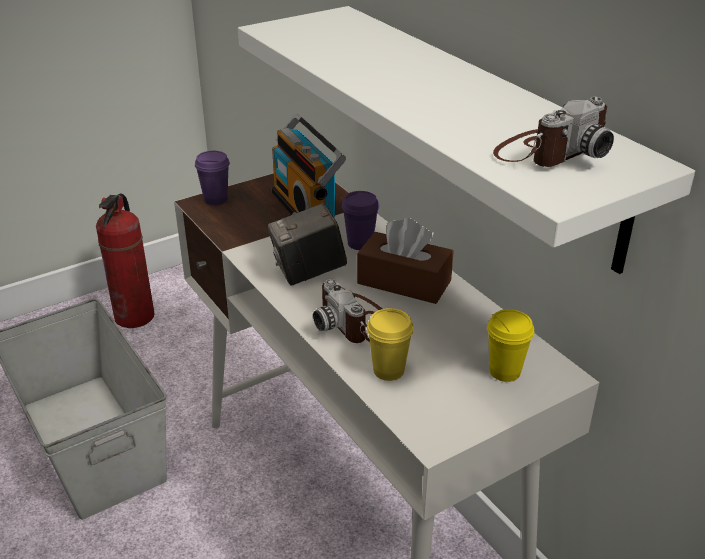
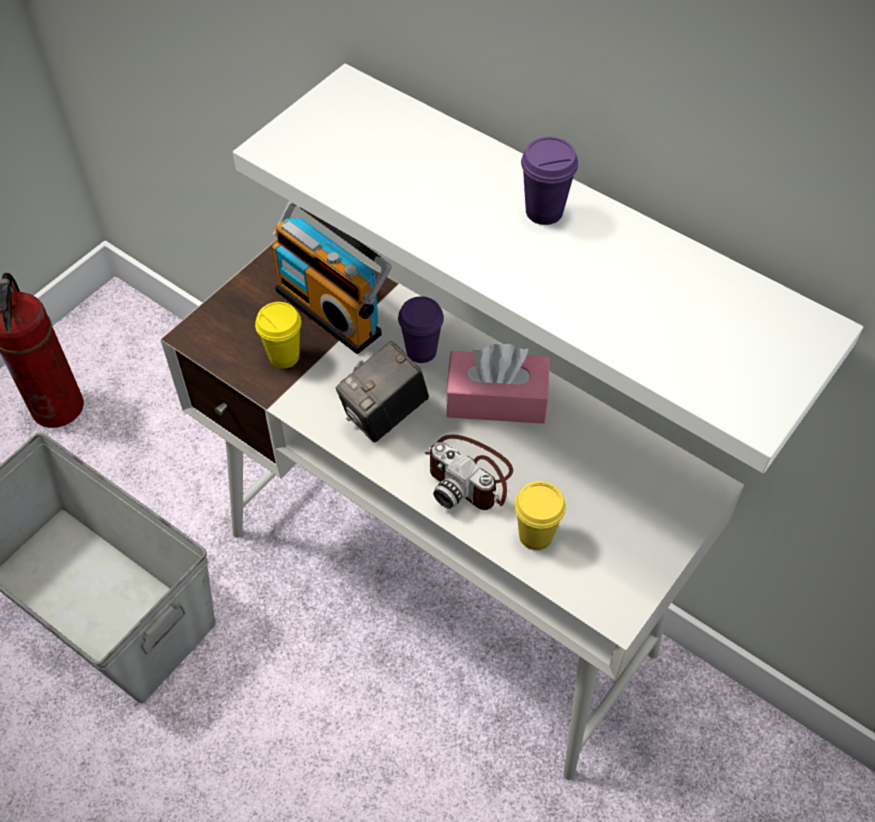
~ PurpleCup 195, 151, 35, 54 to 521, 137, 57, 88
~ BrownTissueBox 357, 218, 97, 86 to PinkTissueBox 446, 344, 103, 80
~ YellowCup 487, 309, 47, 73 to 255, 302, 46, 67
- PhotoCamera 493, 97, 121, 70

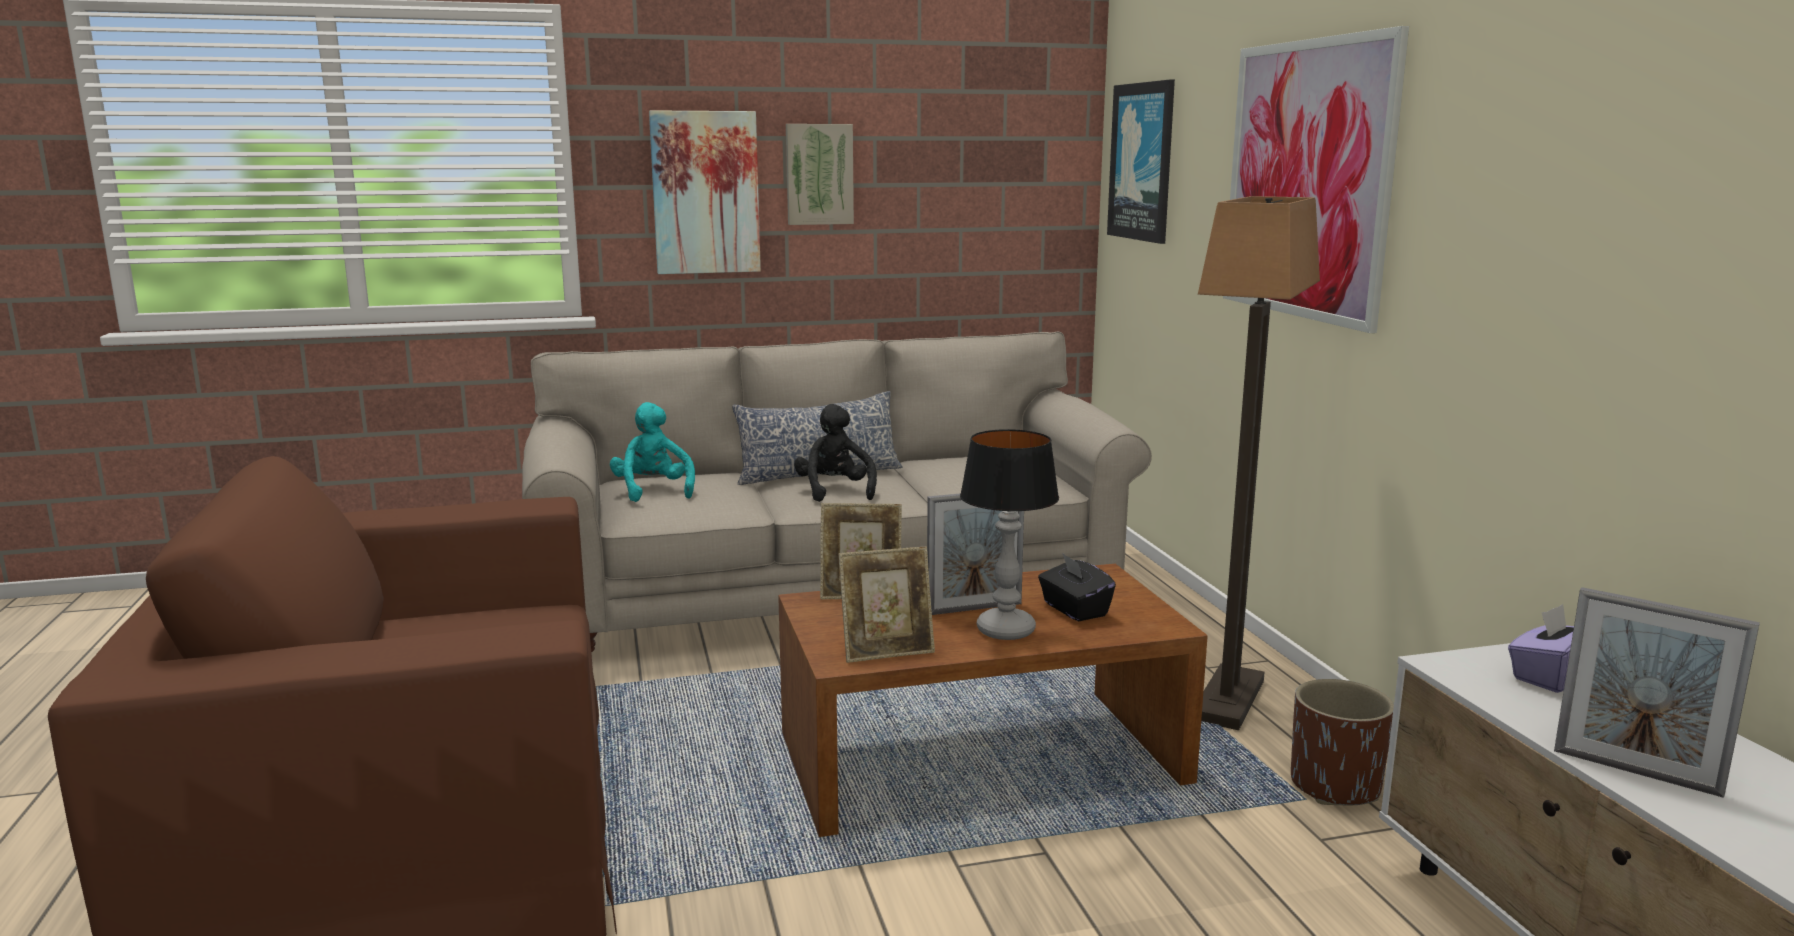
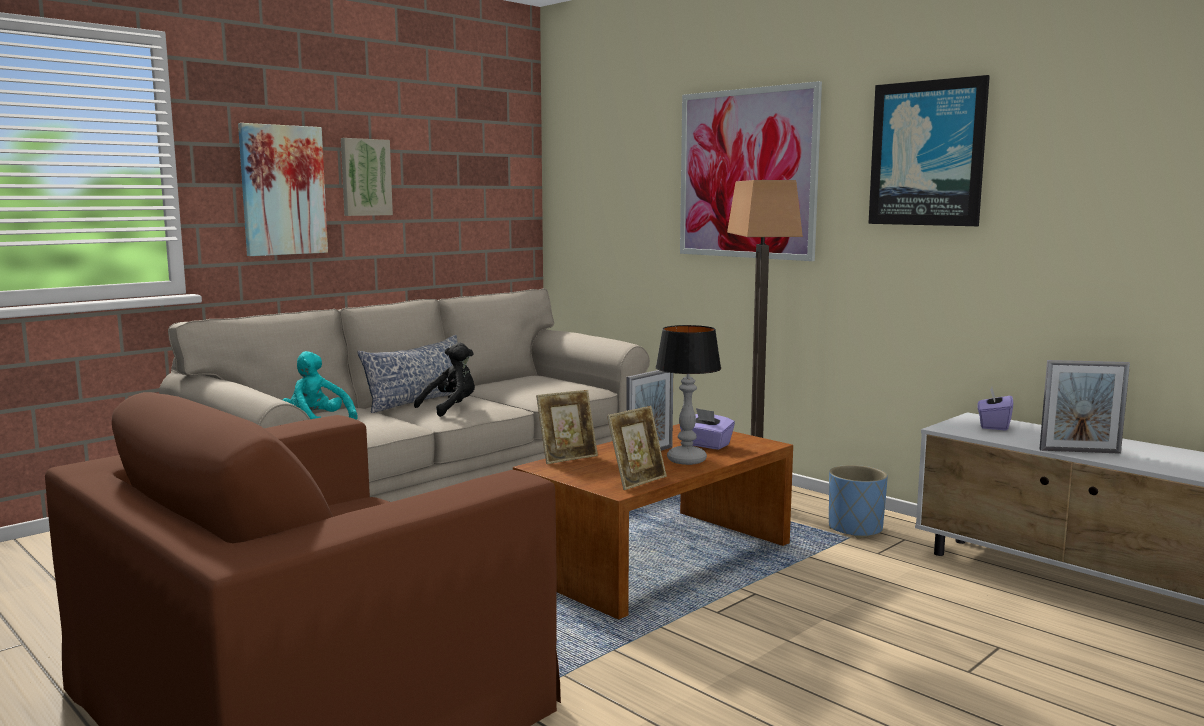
~ BlackPlushToy 794, 404, 83, 98 = 414, 343, 61, 74 90 degrees clockwise
~ BlackTissueBox 1038, 554, 78, 68 to PurpleTissueBox 680, 408, 55, 42
~ Picture 1107, 79, 68, 165 to 868, 75, 122, 151
~ BrownPlanter 1291, 679, 103, 126 to BluePlanter 829, 465, 59, 73

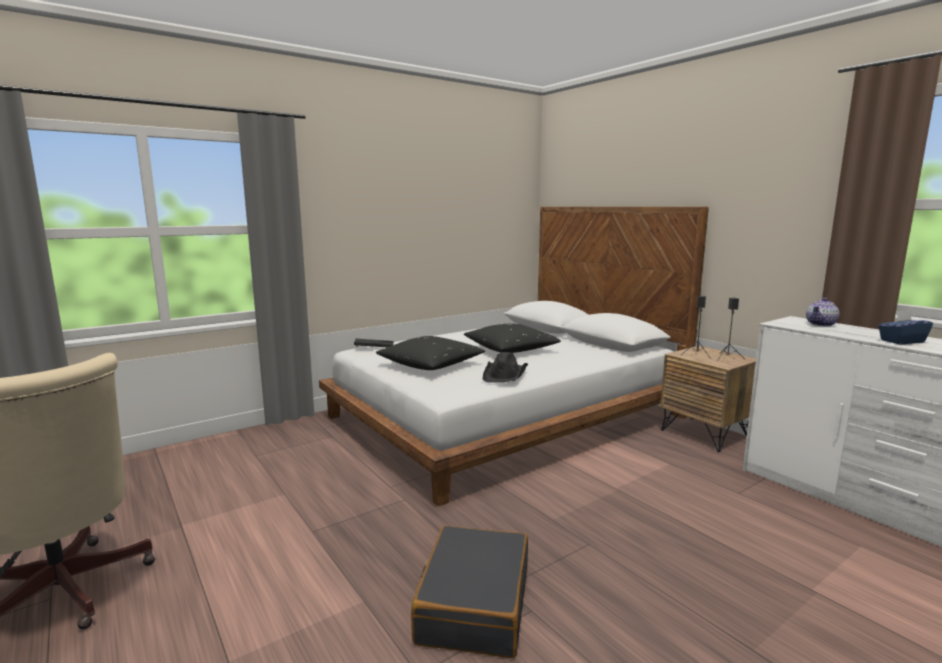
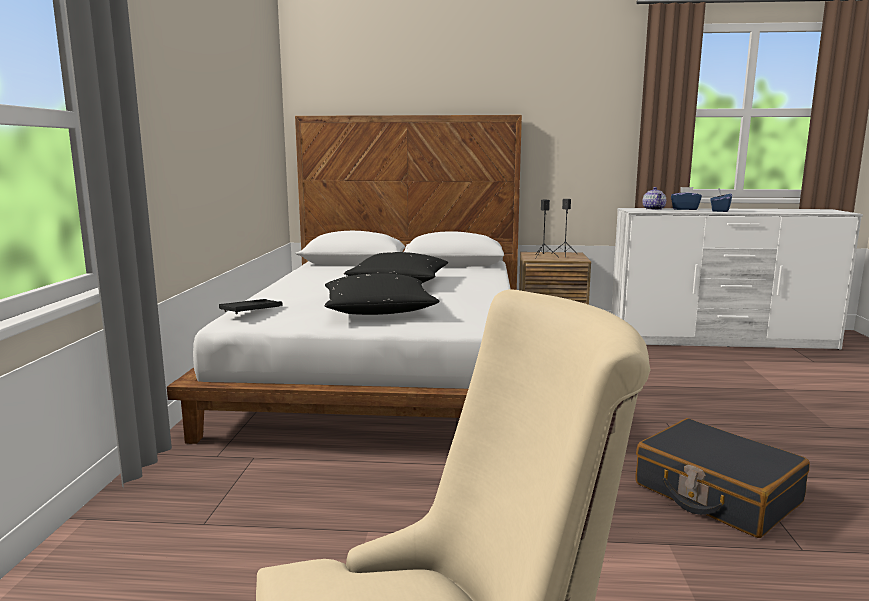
- BlackHat 482, 352, 46, 30
+ BlueTissueBox 671, 187, 31, 23

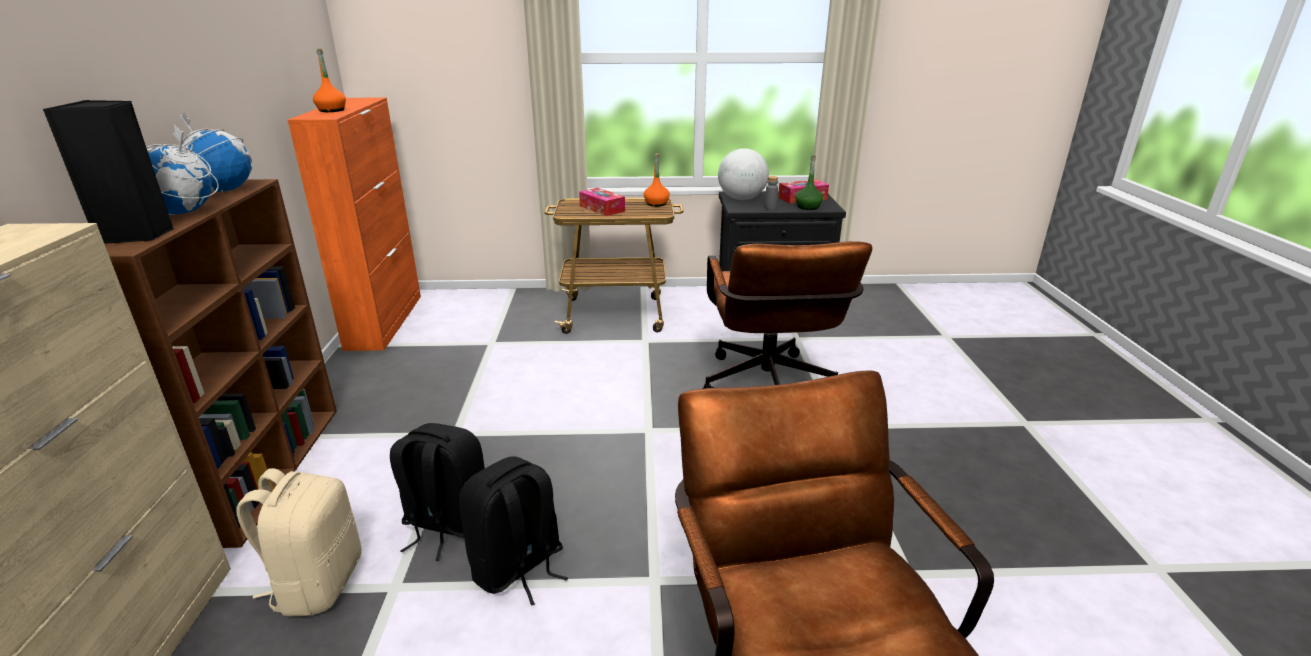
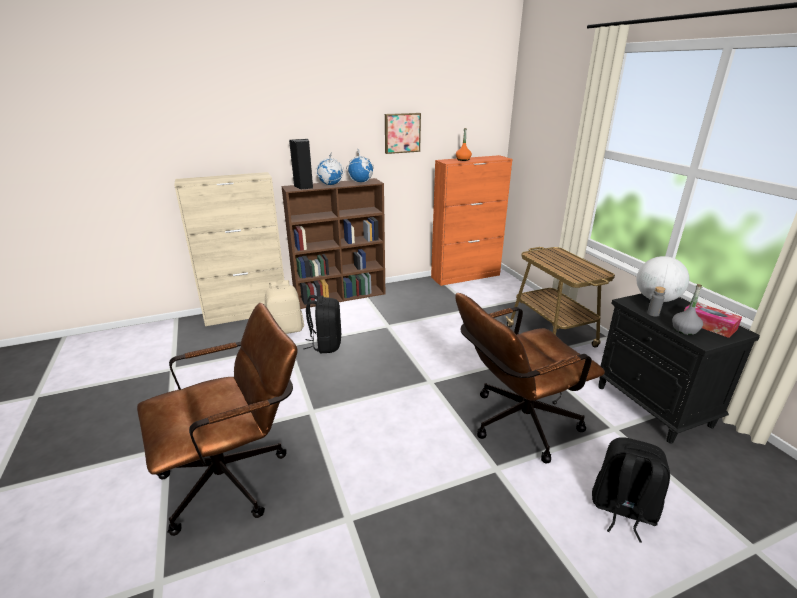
~ BlackBackpack 459, 456, 109, 150 to 592, 438, 78, 104
- TissueBox 579, 188, 46, 28
- OrangeBottle 644, 153, 26, 54
~ GreenBottle 795, 156, 28, 54 to GreyBottle 672, 284, 31, 51
+ Picture 385, 113, 36, 41

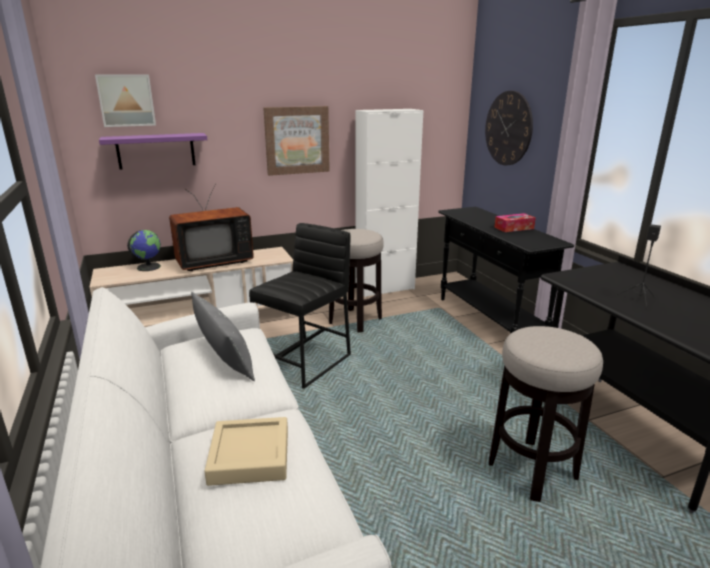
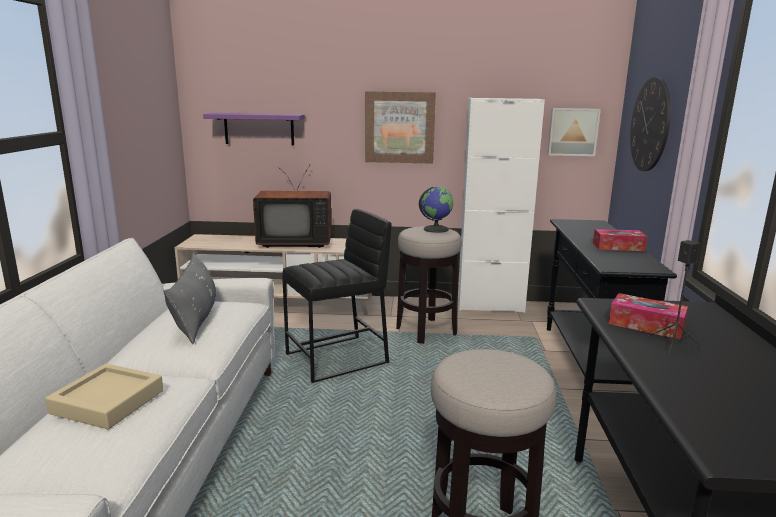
~ Picture 95, 75, 61, 52 to 547, 108, 54, 48
~ Globe 127, 230, 34, 41 to 419, 187, 35, 46
+ TissueBox 609, 293, 79, 46

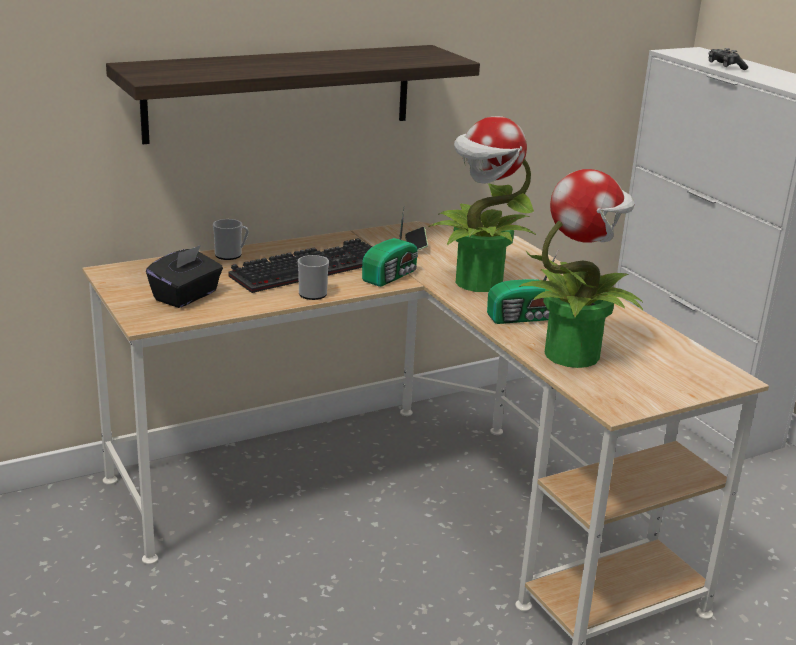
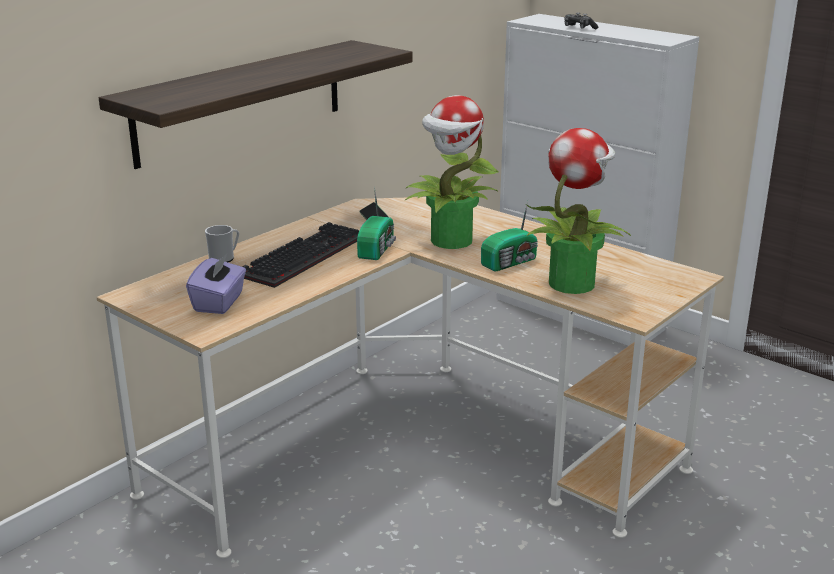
~ BlackTissueBox 146, 245, 77, 63 to PurpleTissueBox 186, 253, 60, 61
- Mug 298, 255, 31, 45

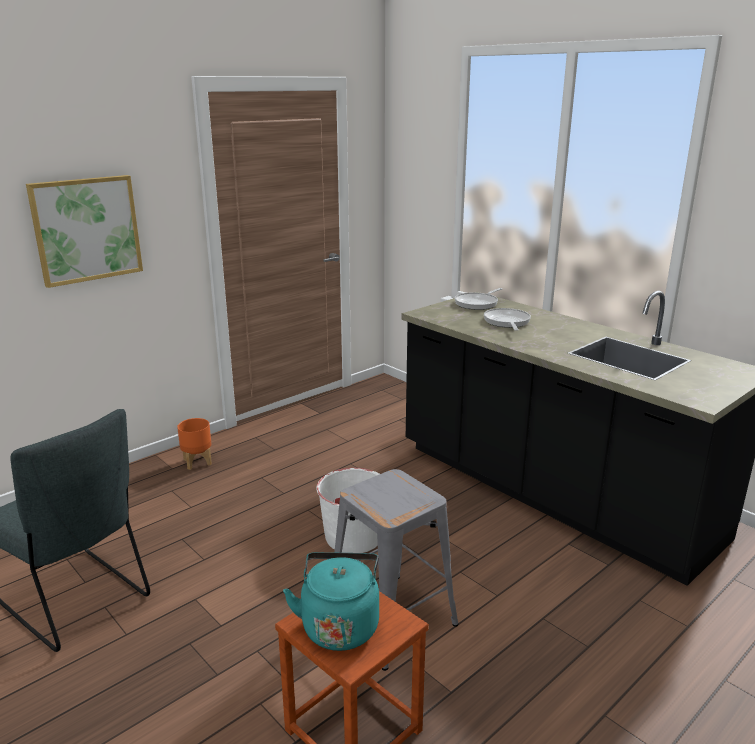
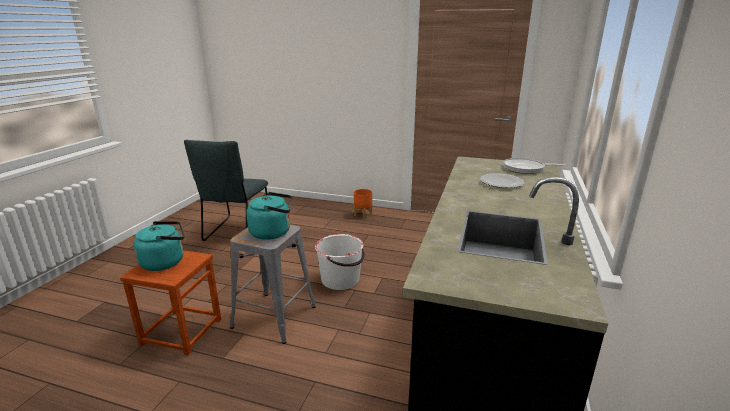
- Picture 26, 175, 117, 113
~ FryingPan 484, 308, 47, 23 to Plate 480, 173, 44, 15
+ TurquoiseKettle 246, 192, 46, 48

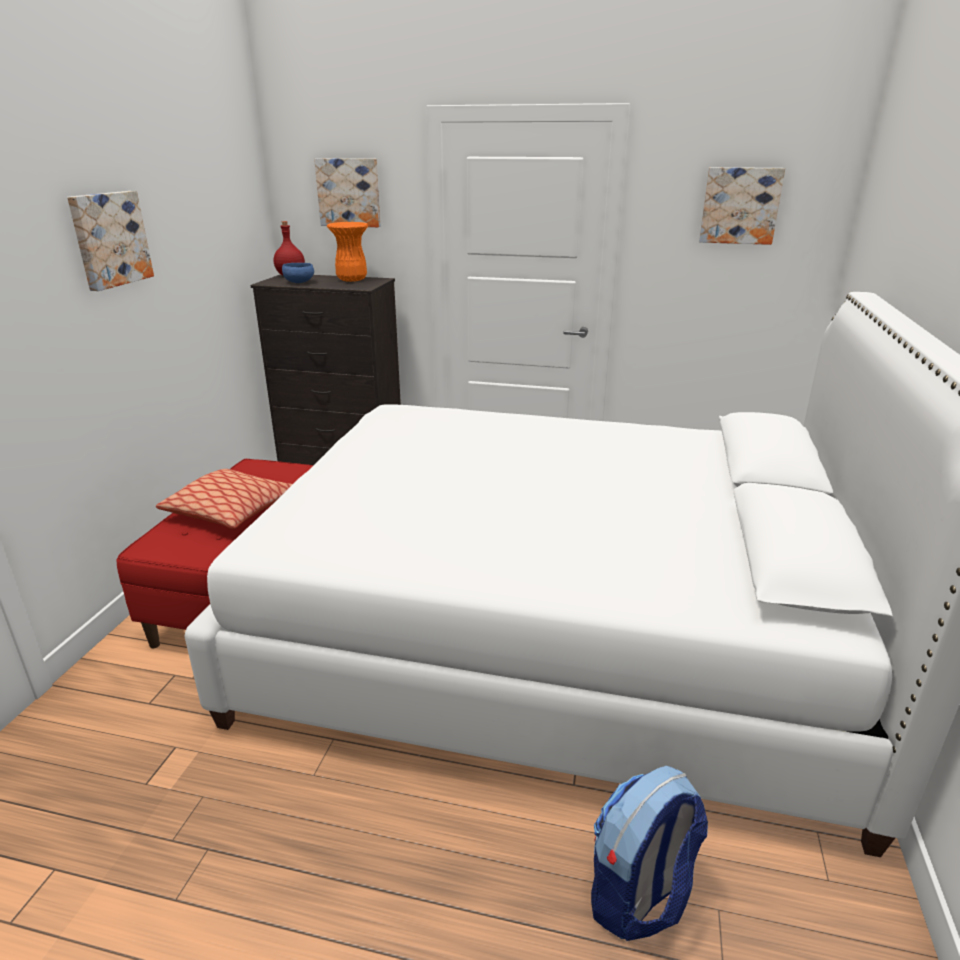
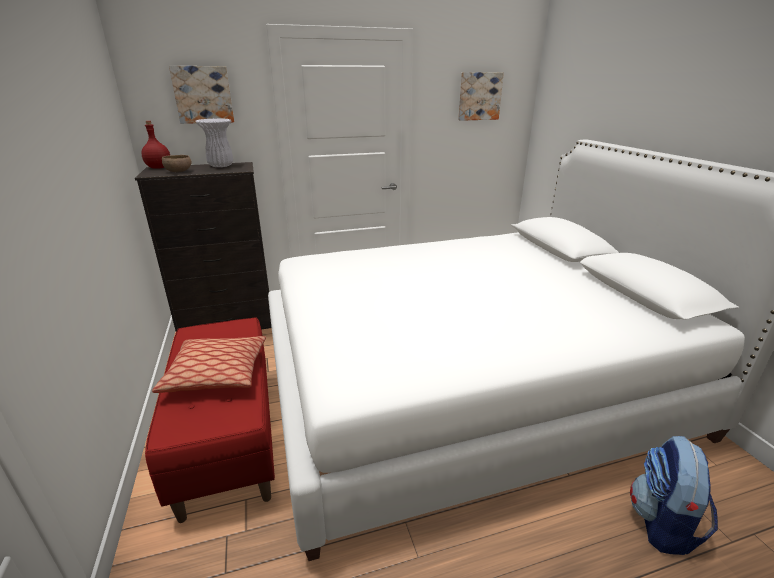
- Picture 67, 191, 87, 100
~ BlueBowl 282, 263, 32, 20 to BrownBowl 162, 155, 29, 17
~ OrangeVase 327, 222, 41, 60 to WhiteVase 195, 119, 38, 48

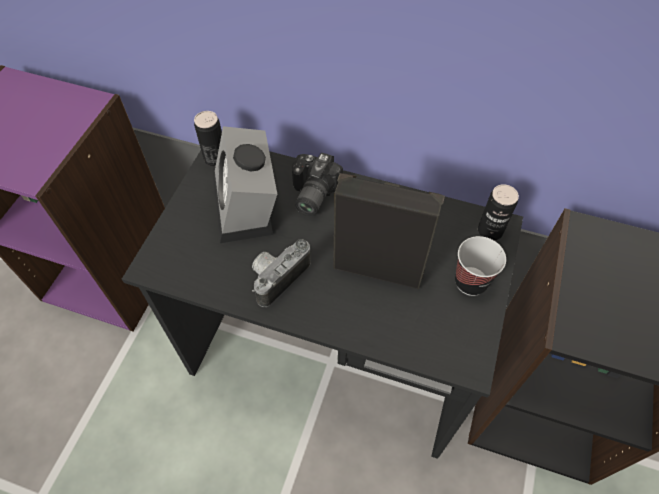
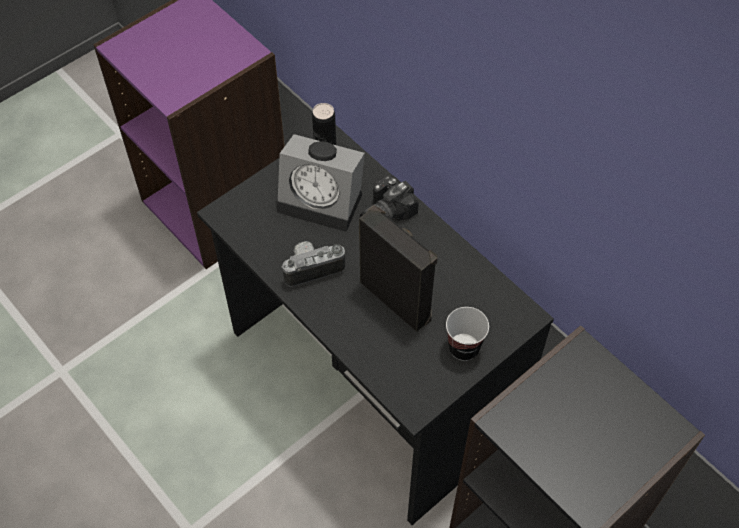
~ AlarmClock 213, 126, 64, 117 = 277, 134, 88, 98 90 degrees counterclockwise
- Can 478, 184, 41, 57

